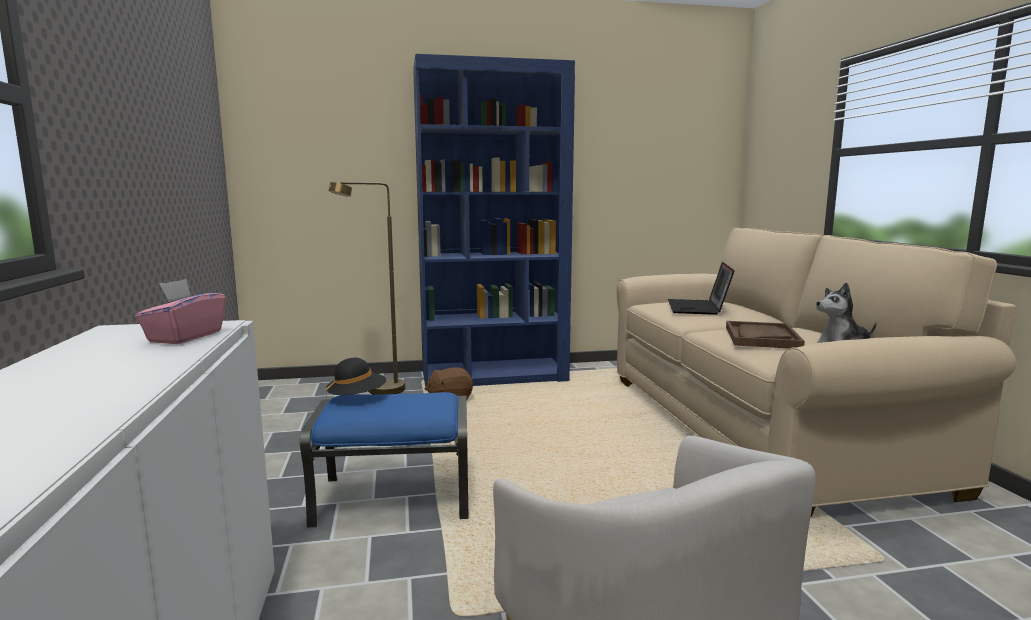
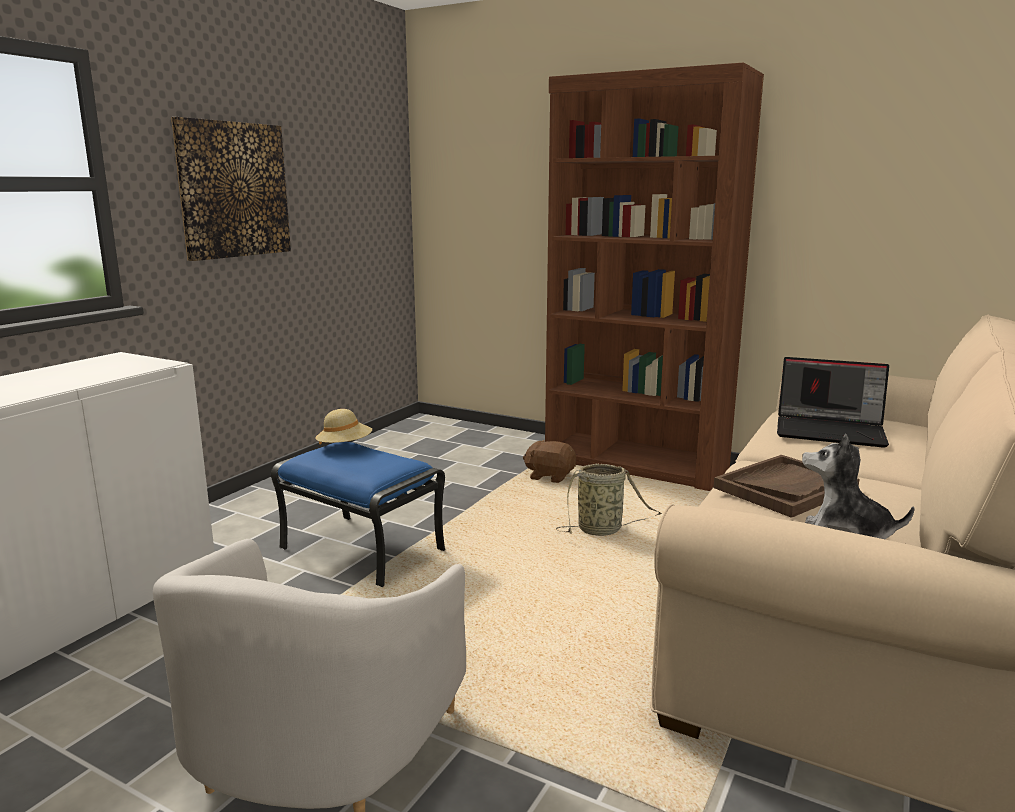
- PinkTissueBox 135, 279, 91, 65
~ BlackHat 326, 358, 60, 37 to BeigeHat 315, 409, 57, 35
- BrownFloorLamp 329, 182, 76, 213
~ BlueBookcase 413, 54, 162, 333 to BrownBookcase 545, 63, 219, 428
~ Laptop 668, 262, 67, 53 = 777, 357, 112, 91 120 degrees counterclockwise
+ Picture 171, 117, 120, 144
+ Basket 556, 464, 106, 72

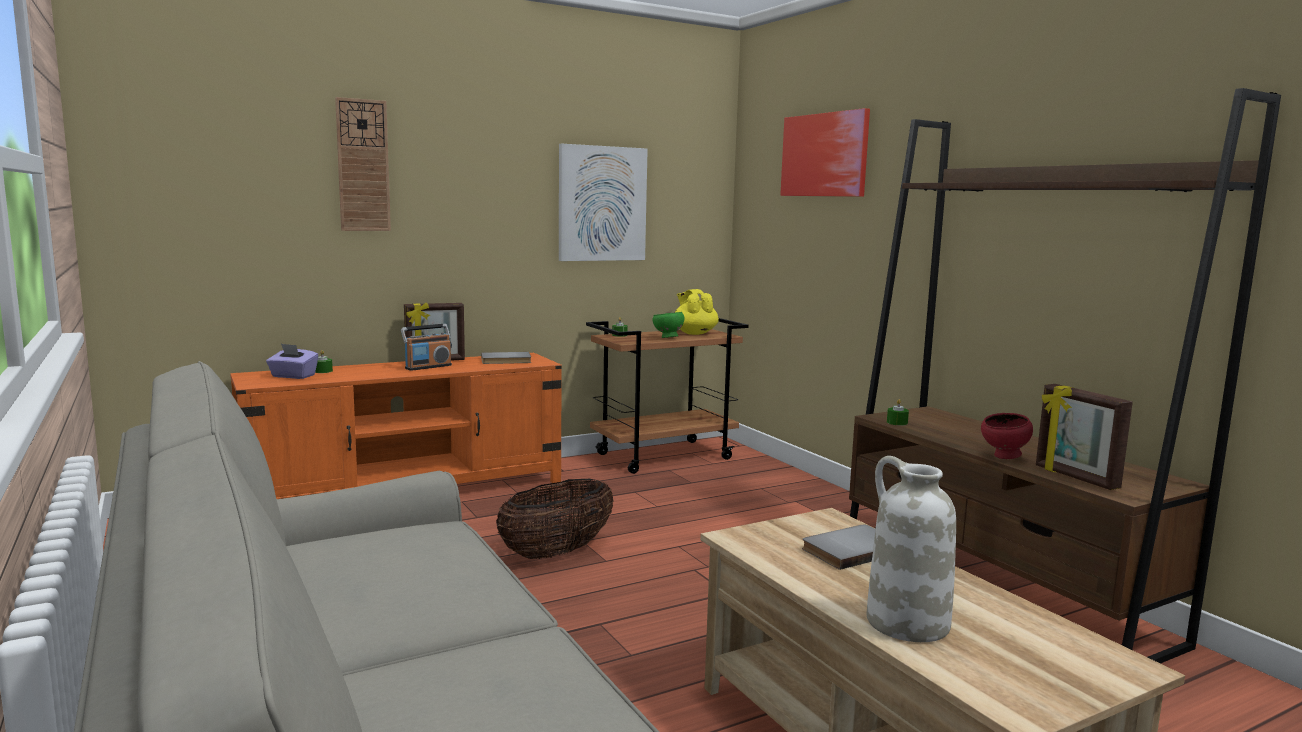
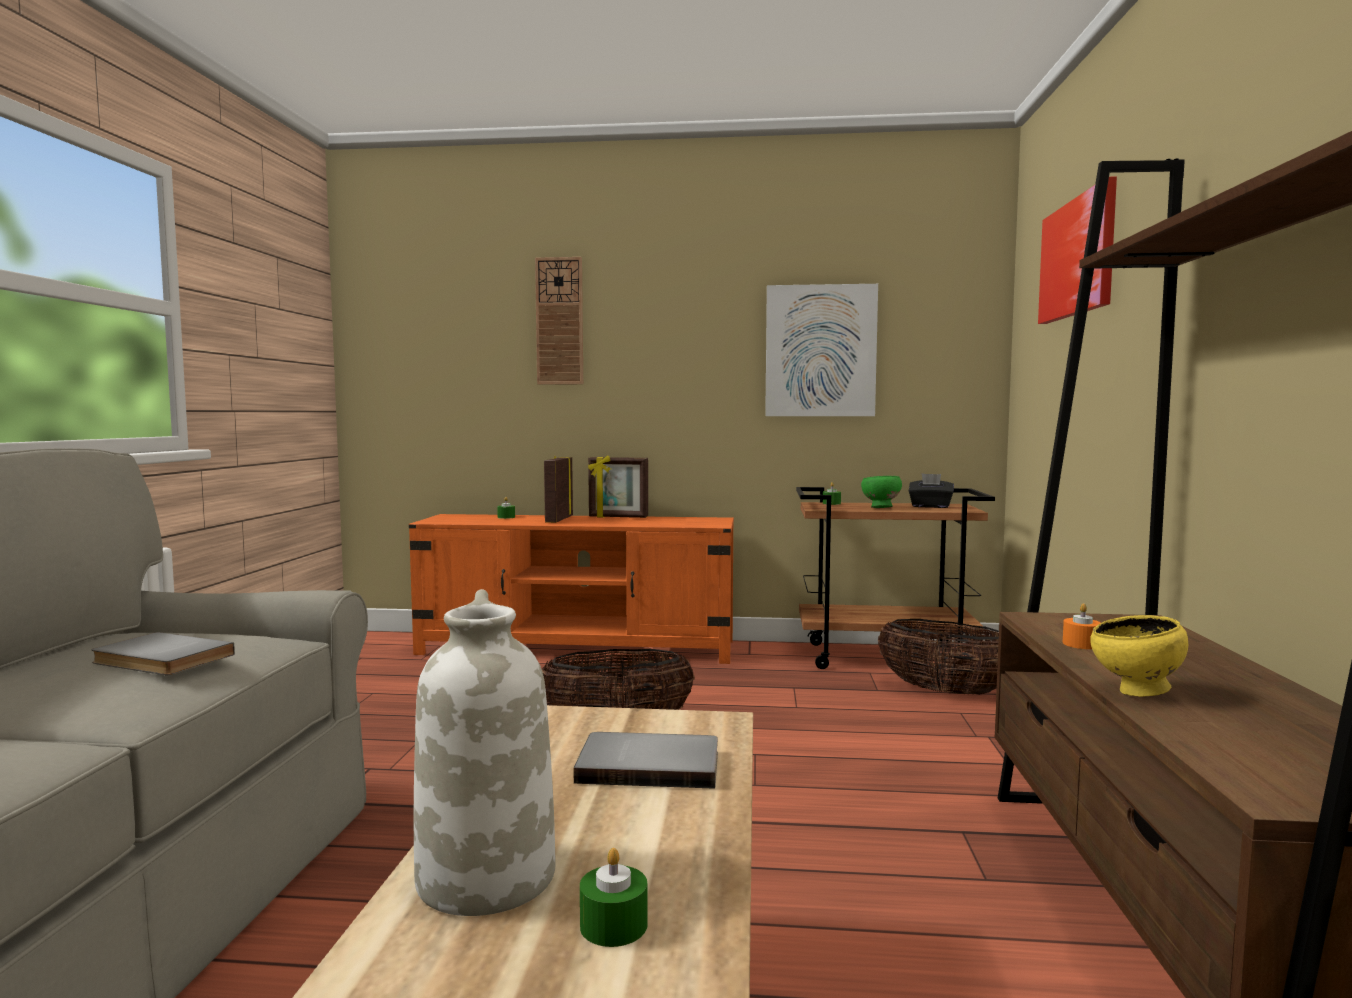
- PurpleTissueBox 266, 344, 53, 35
- Radio 401, 324, 51, 47
~ GreyBook 481, 352, 50, 12 to 91, 632, 144, 43
~ YellowTeapot 674, 289, 45, 46 to BlackTissueBox 909, 473, 45, 35
~ GreenCandle 887, 399, 22, 27 to 580, 848, 68, 99
~ RedBowl 981, 413, 52, 46 to YellowBowl 1090, 615, 98, 82
~ PictureFrame 1036, 384, 97, 106 to 544, 456, 29, 67
+ Basket 878, 619, 121, 76
+ OrangeCandle 1063, 604, 38, 45

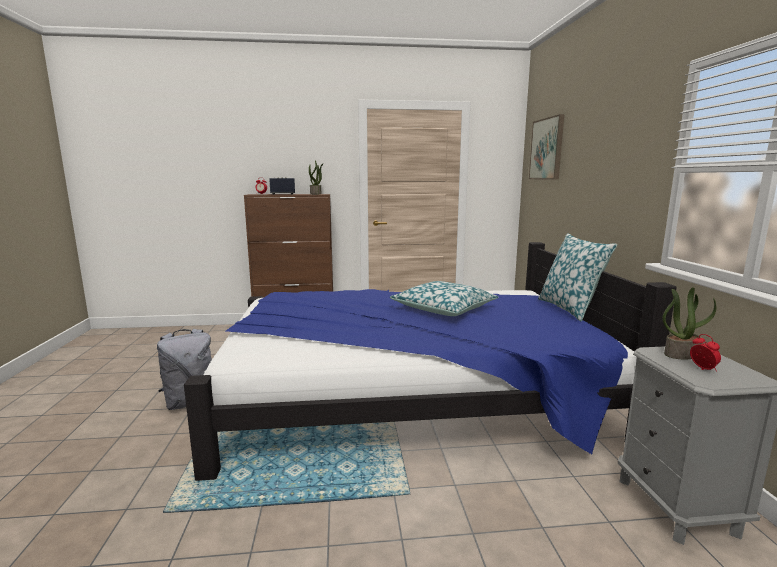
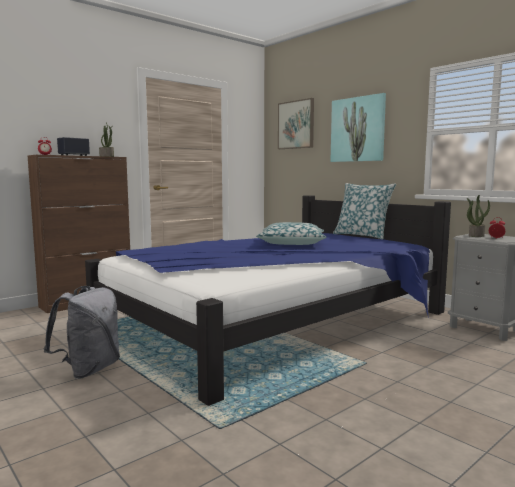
+ Picture 330, 93, 56, 69

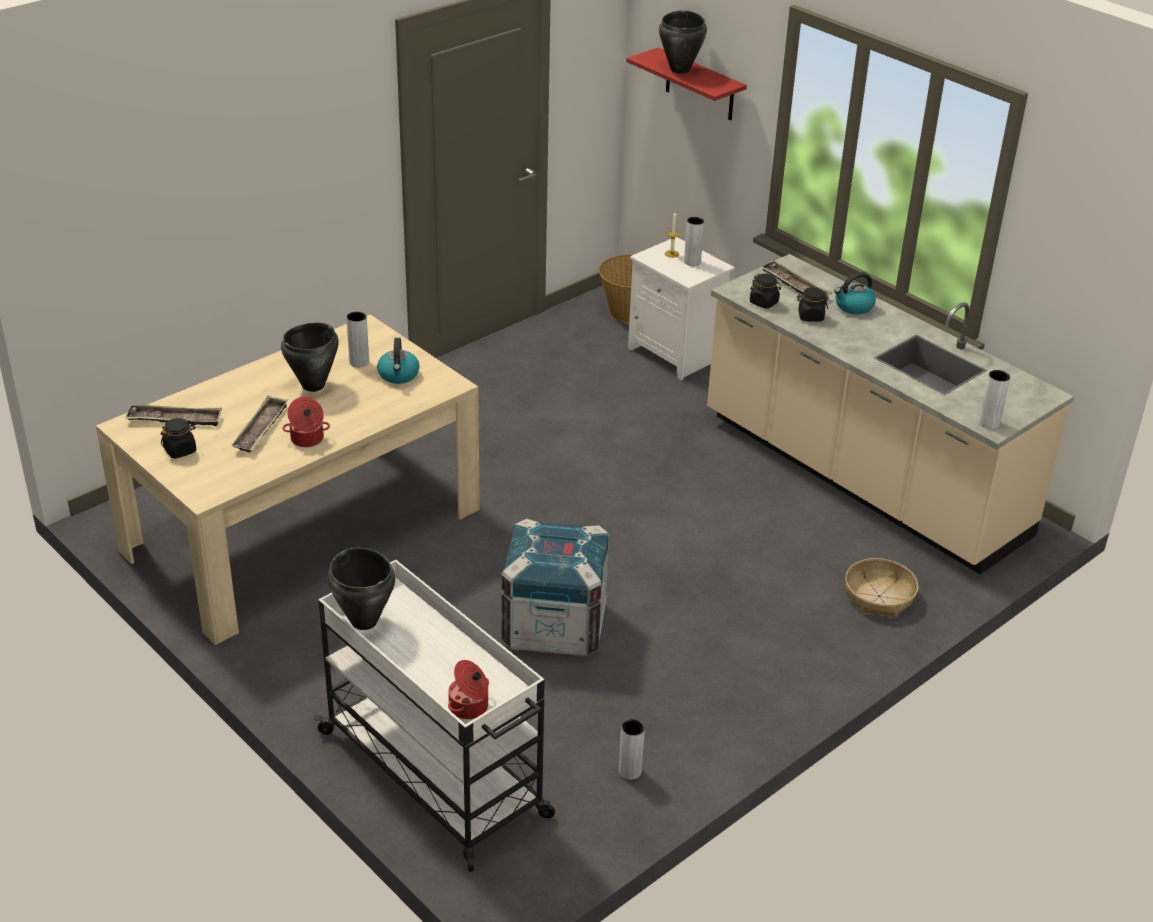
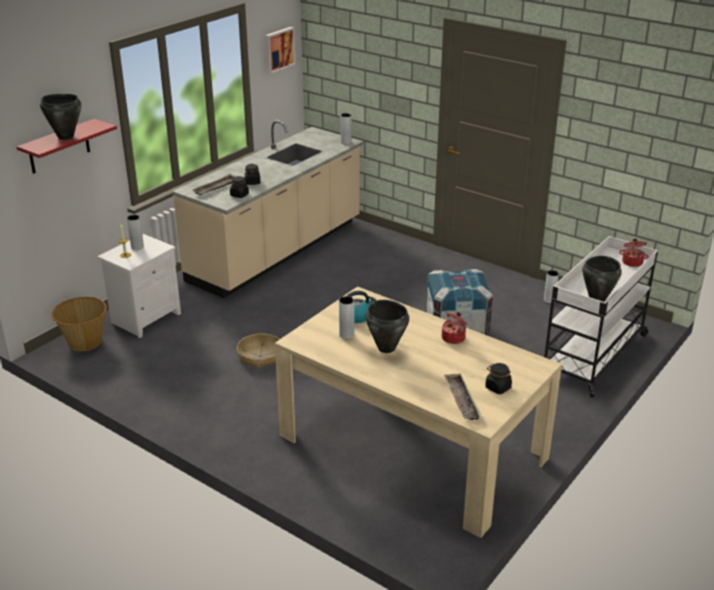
- Tray 231, 395, 57, 58
- Kettle 834, 272, 42, 42
~ Basket 845, 558, 74, 59 to 237, 333, 43, 36
+ Picture 265, 27, 30, 47

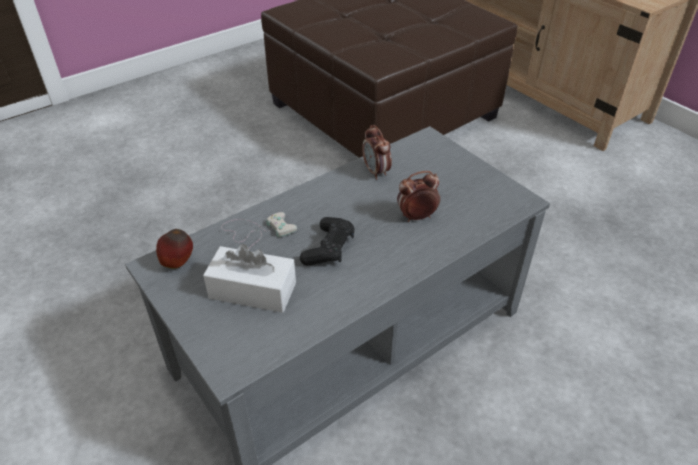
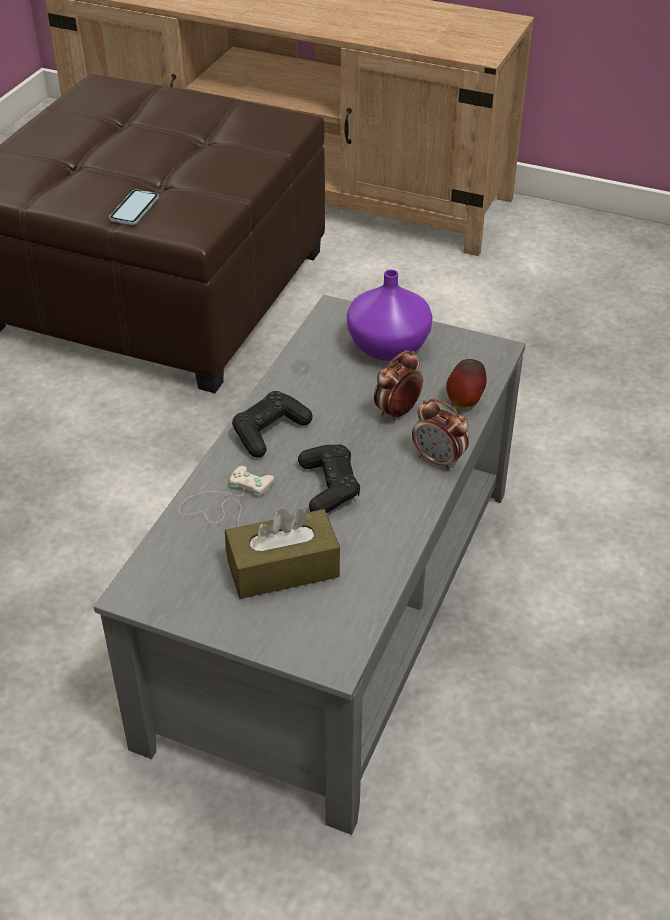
~ Apple 156, 229, 37, 40 to 446, 359, 41, 49
~ WhiteTissueBox 203, 244, 93, 69 to BrownTissueBox 225, 509, 115, 90
~ AlarmClock 362, 125, 30, 54 to 412, 399, 57, 72
+ Phone 109, 189, 50, 36
+ BlackGameController 232, 391, 81, 67
+ PurpleVase 347, 270, 86, 91

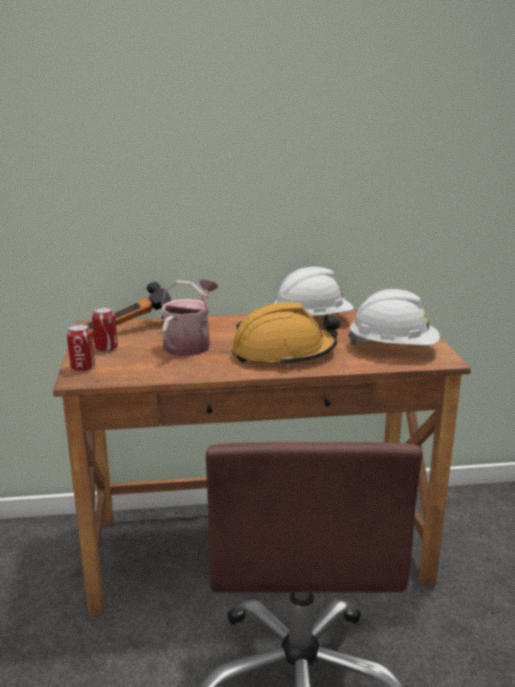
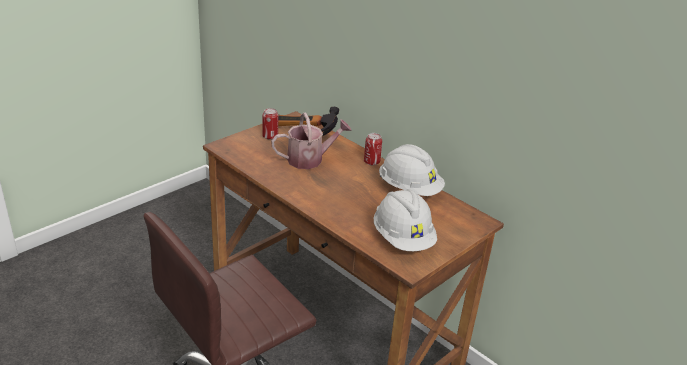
~ Can 67, 323, 28, 49 to 364, 133, 18, 32
- OrangeHardHat 232, 302, 108, 65

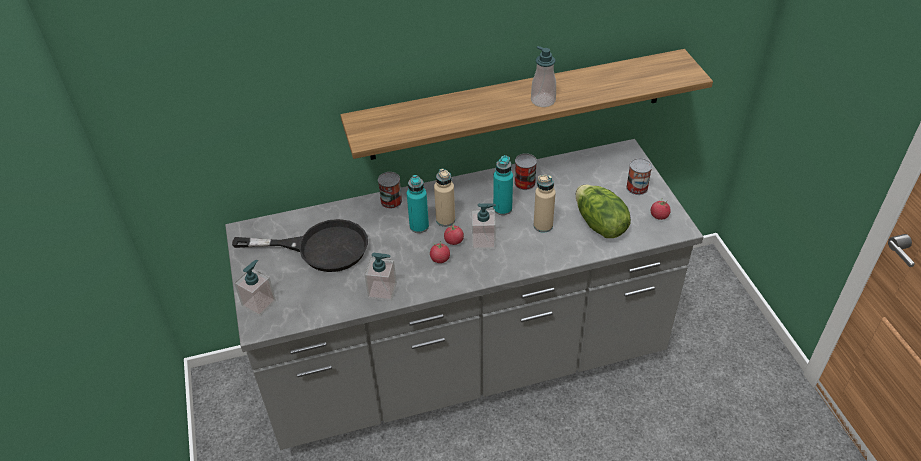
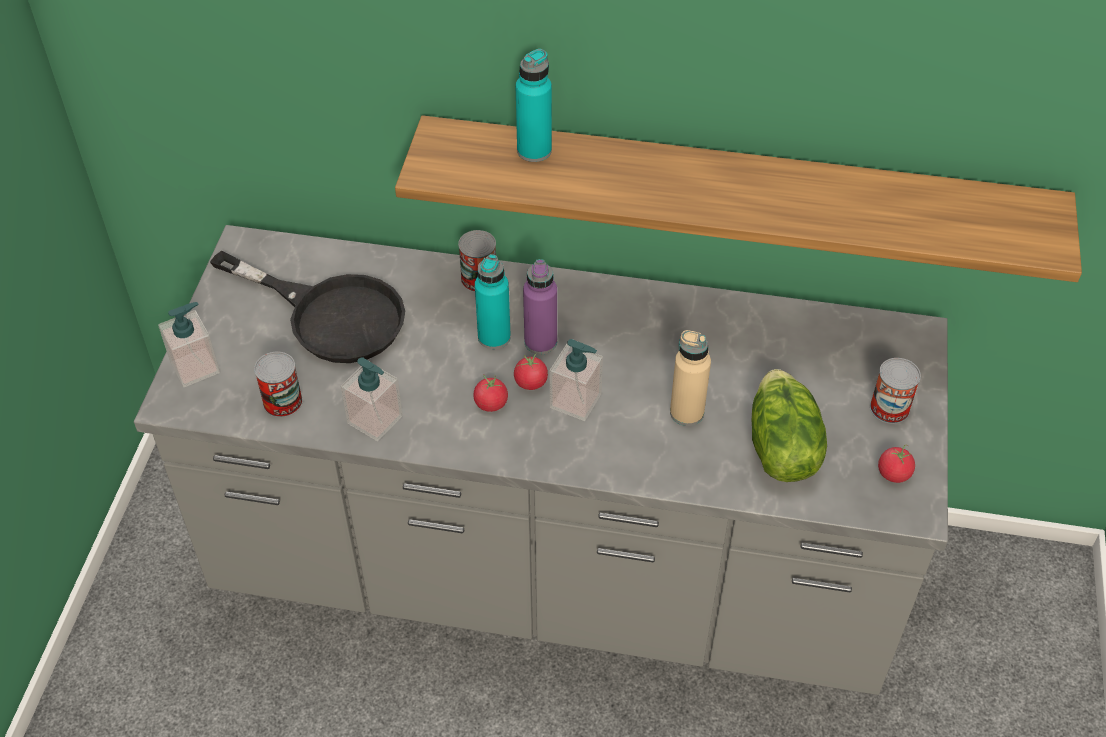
~ BeigeBottle 434, 168, 21, 59 to PurpleBottle 523, 259, 34, 95
~ TurquoiseBottle 493, 155, 20, 60 to 515, 49, 37, 113
~ Can 514, 153, 23, 37 to 254, 351, 49, 67
- SoapDispenser 531, 46, 25, 61

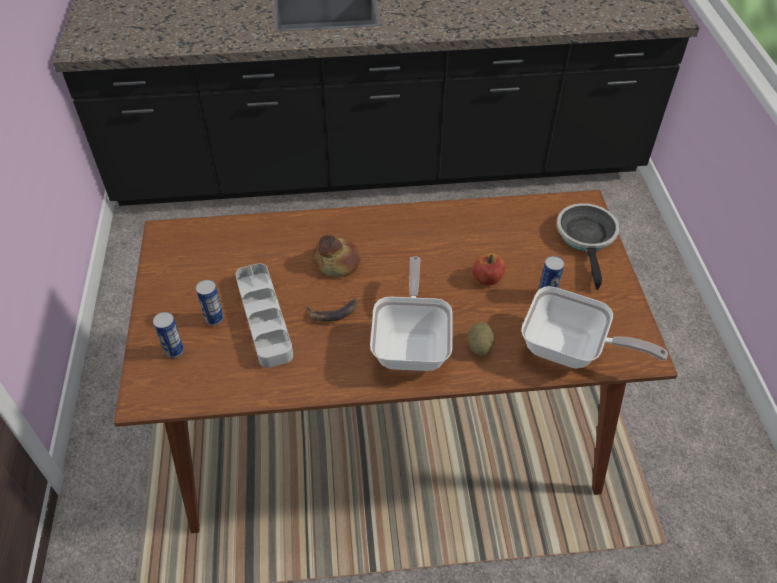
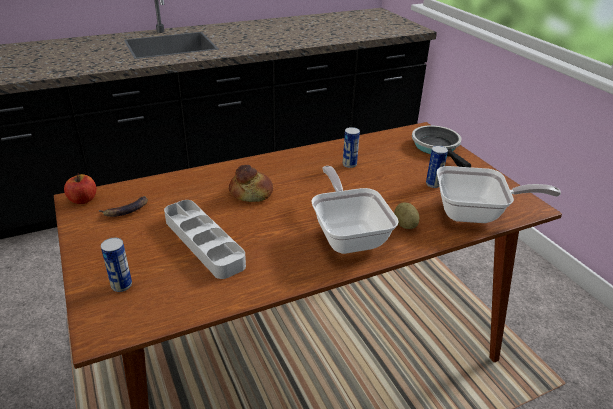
~ Can 196, 280, 28, 46 to 343, 127, 17, 41
~ Banana 305, 298, 53, 24 to 99, 196, 49, 21
~ Apple 473, 253, 32, 32 to 64, 174, 32, 30

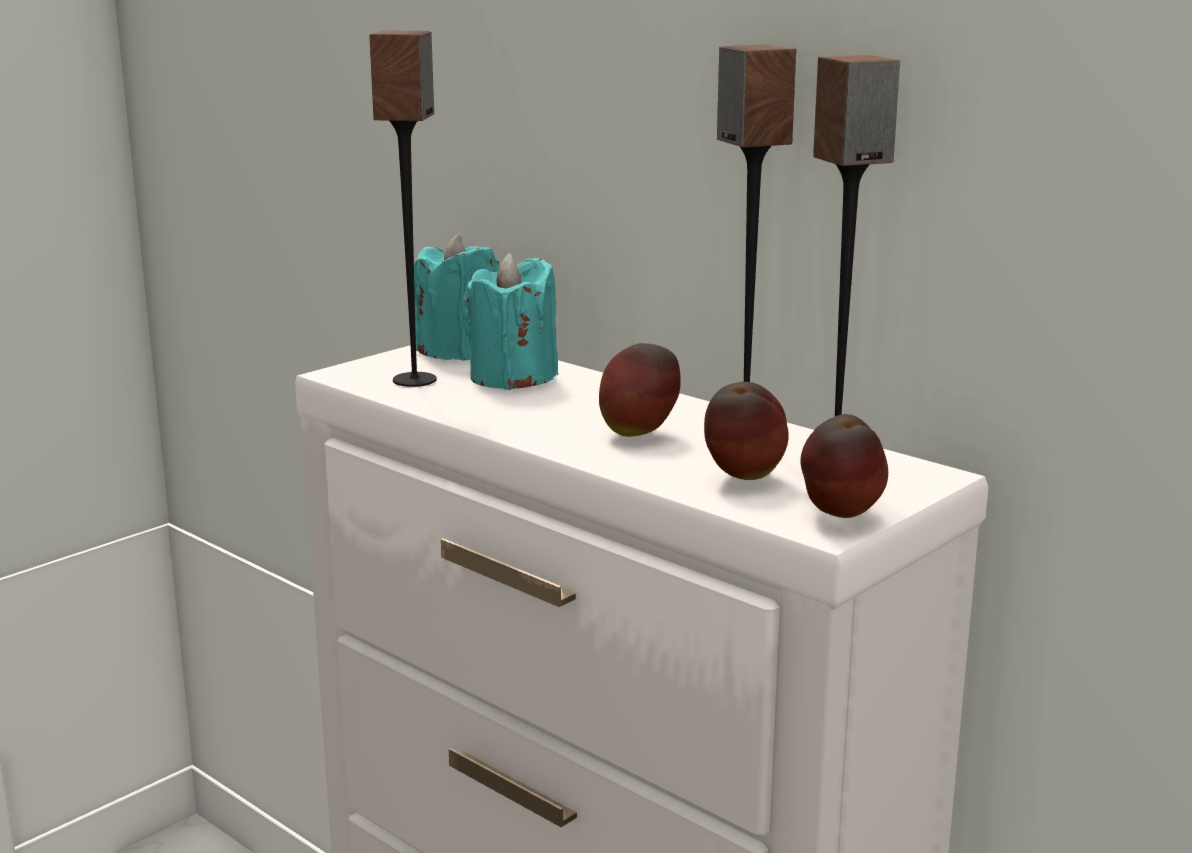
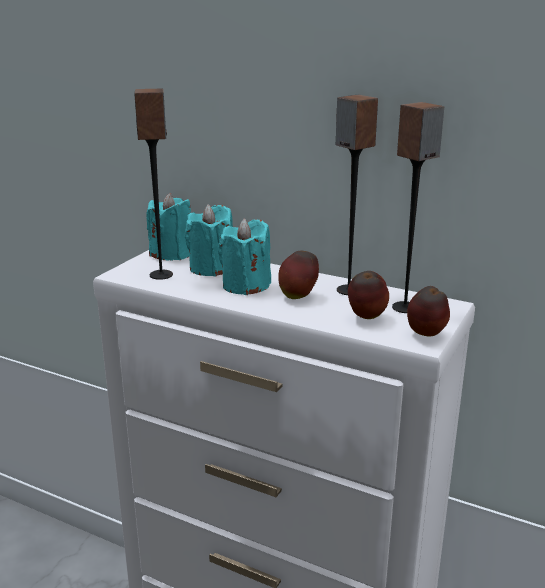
+ TurquoiseCandle 218, 219, 53, 76

